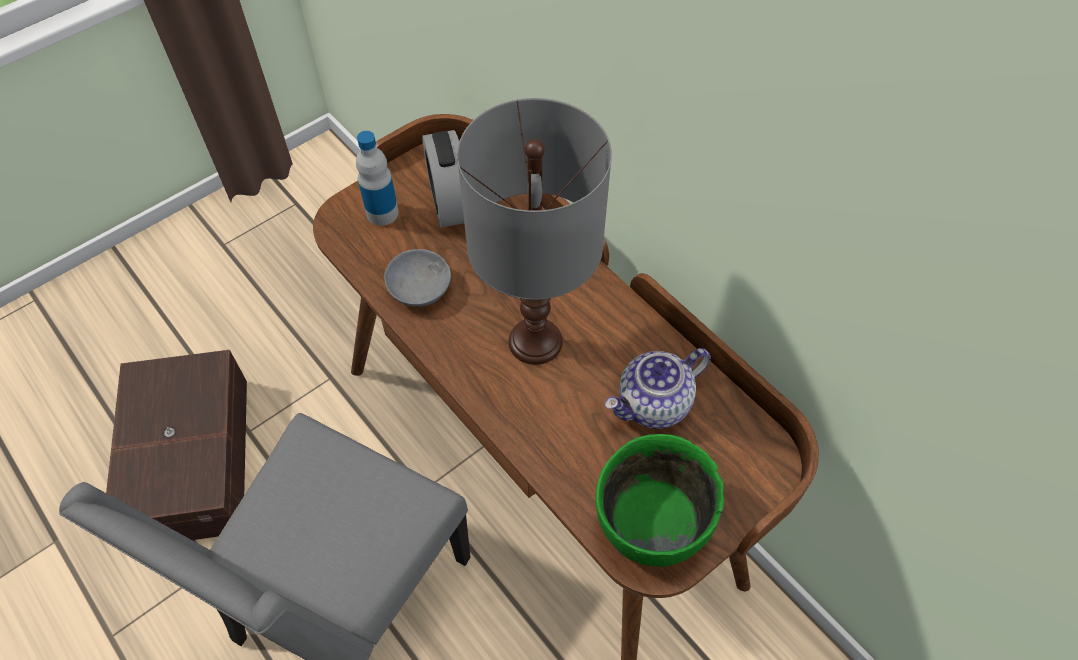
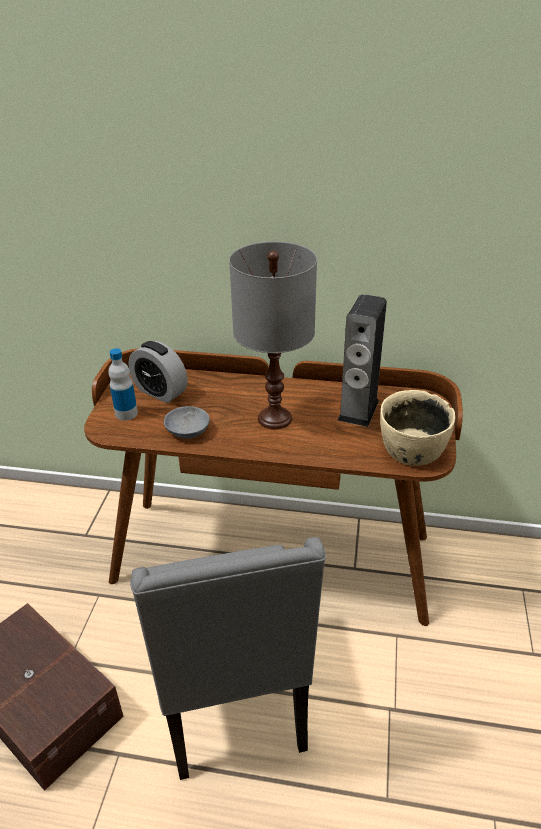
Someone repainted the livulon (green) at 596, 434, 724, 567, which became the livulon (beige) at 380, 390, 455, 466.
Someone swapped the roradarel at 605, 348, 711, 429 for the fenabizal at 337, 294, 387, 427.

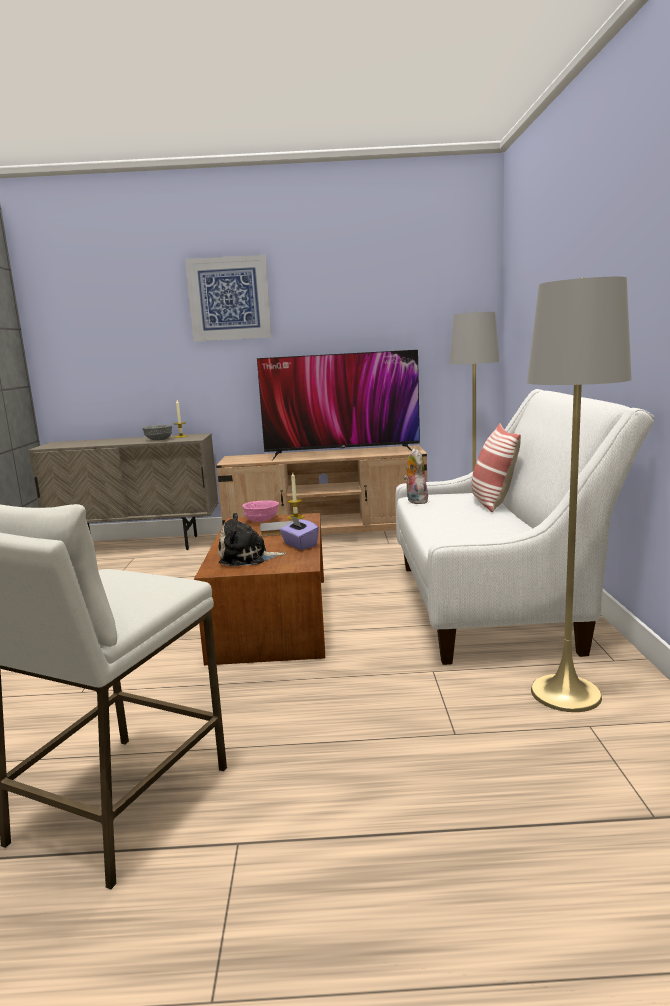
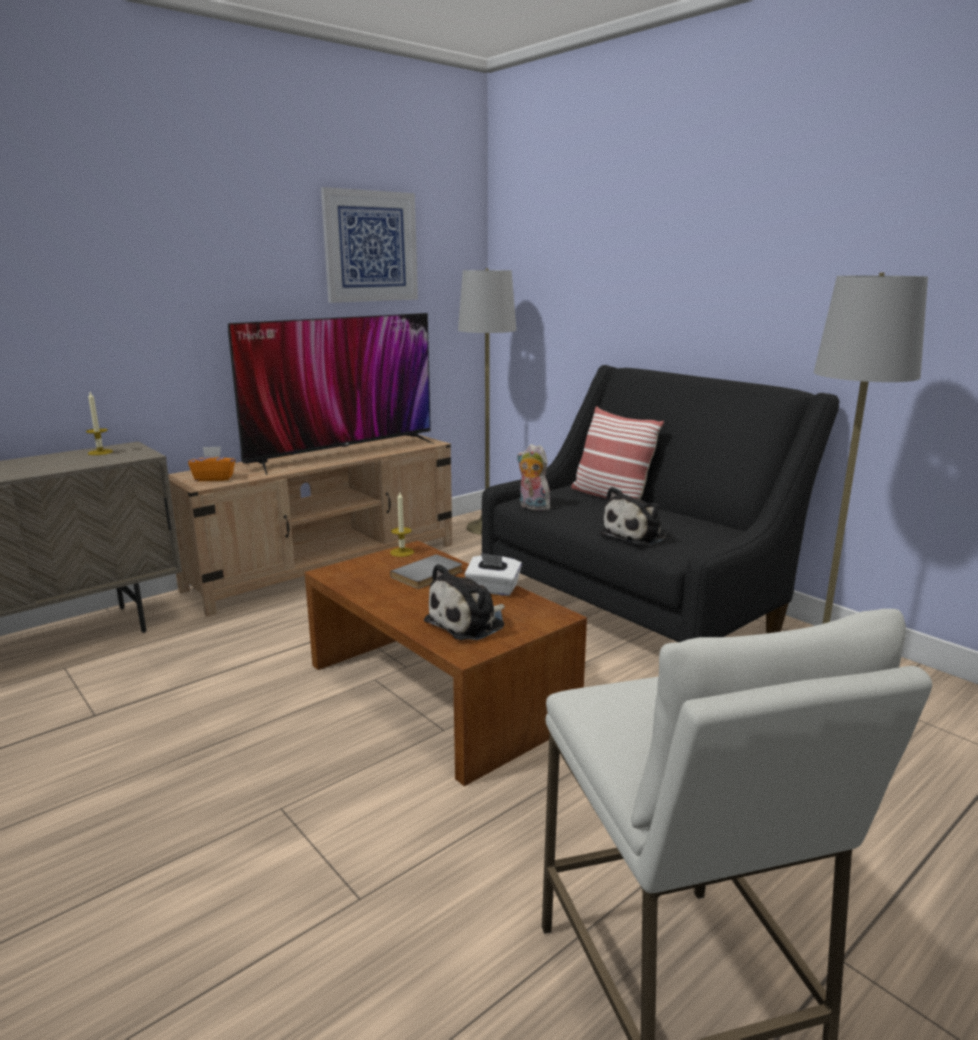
Someone took away the livulon (grey) at 142, 425, 172, 440.
Someone carried the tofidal from 185, 255, 272, 342 to 321, 187, 418, 303.
Someone took away the livulon (pink) at 243, 500, 279, 522.
Someone repainted the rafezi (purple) at 280, 516, 319, 550, which became the rafezi (white) at 465, 553, 522, 596.
Someone repainted the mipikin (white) at 395, 389, 654, 665, which became the mipikin (black) at 482, 365, 840, 642.
Someone put down the rafezi (orange) at 188, 446, 235, 481.
Someone put down the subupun at 599, 487, 666, 545.

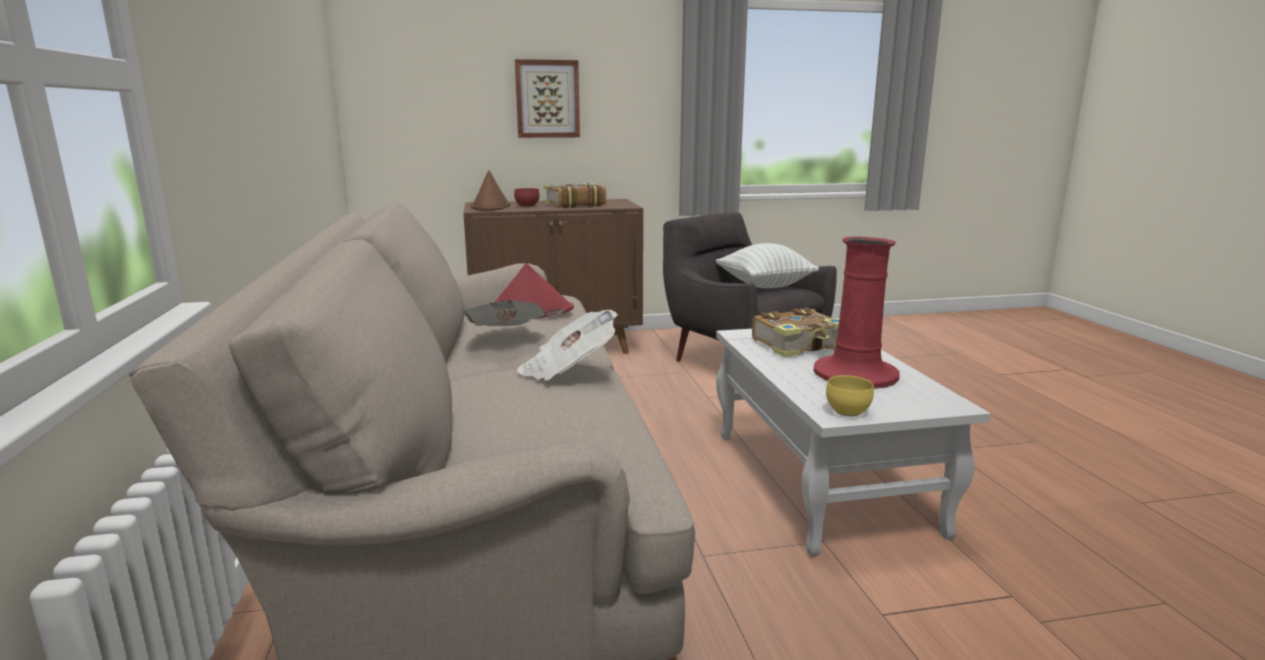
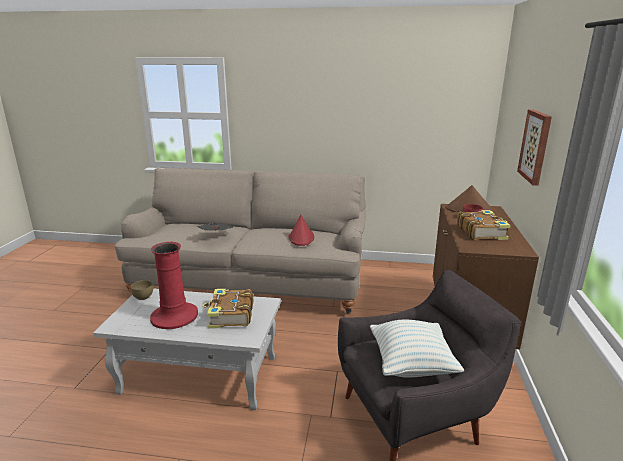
Someone took away the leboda at 461, 300, 546, 326.
Someone repainted the livulon (yellow) at 826, 375, 874, 416, which became the livulon (brown) at 131, 280, 153, 300.

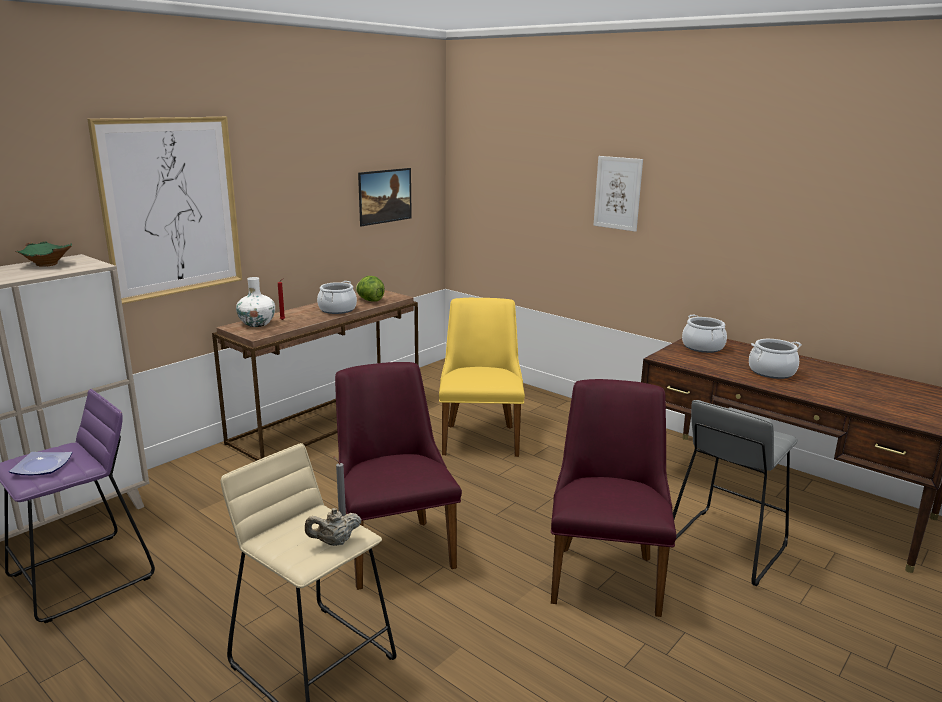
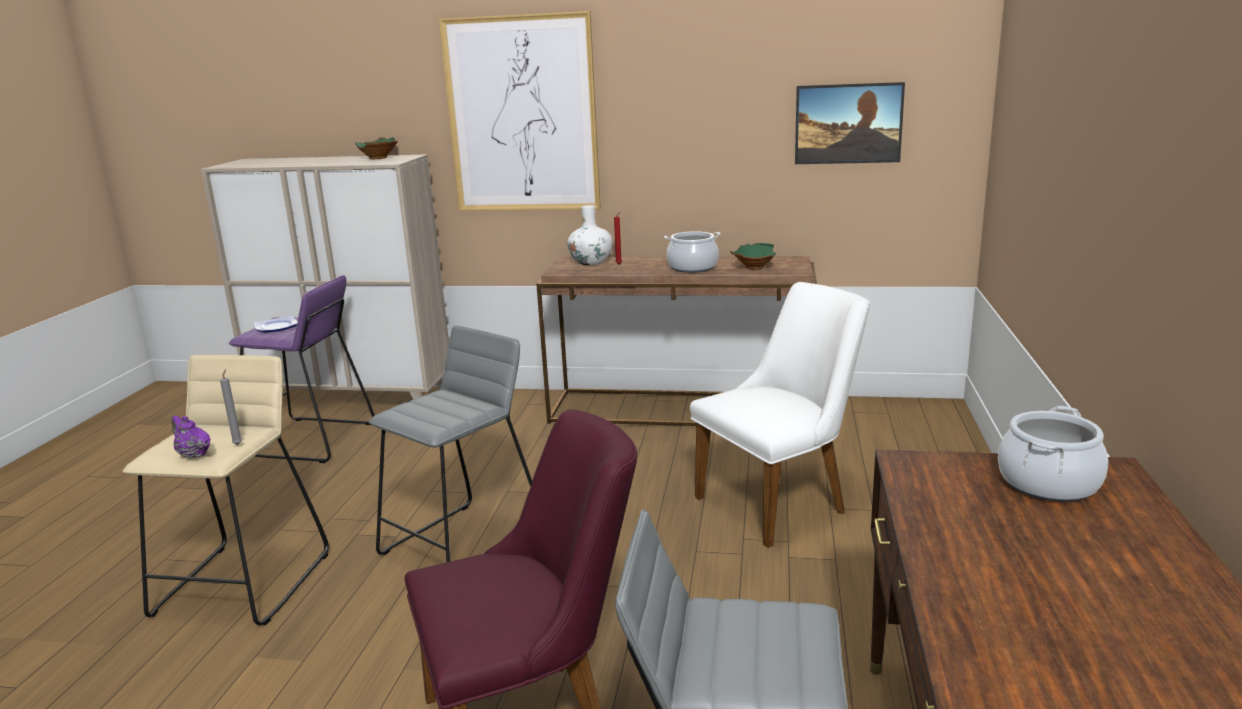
Someone repainted the roradarel (beige) at 305, 508, 362, 546, which became the roradarel (purple) at 171, 416, 211, 459.
Someone swapped the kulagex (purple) at 335, 362, 462, 590 for the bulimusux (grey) at 368, 325, 532, 563.
Someone swapped the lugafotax at 356, 276, 385, 302 for the livulon (green) at 730, 243, 776, 269.
Someone repainted the kulagex (yellow) at 439, 298, 525, 457, which became the kulagex (white) at 690, 282, 870, 548.
Someone took away the tofidal at 593, 156, 643, 232.
Someone took away the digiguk at 749, 339, 802, 379.

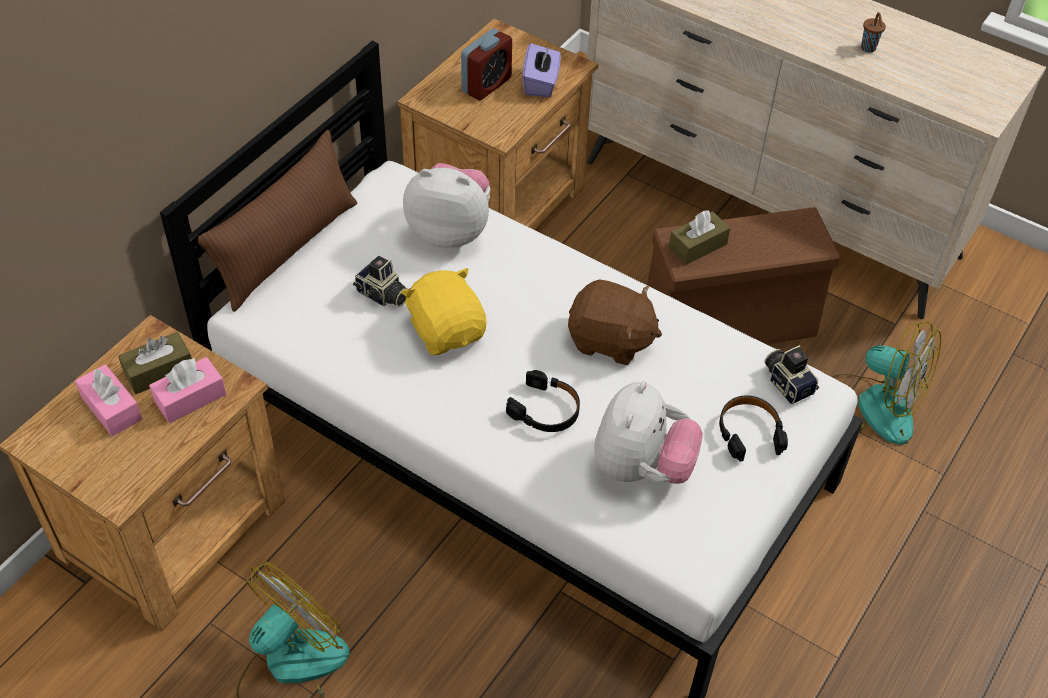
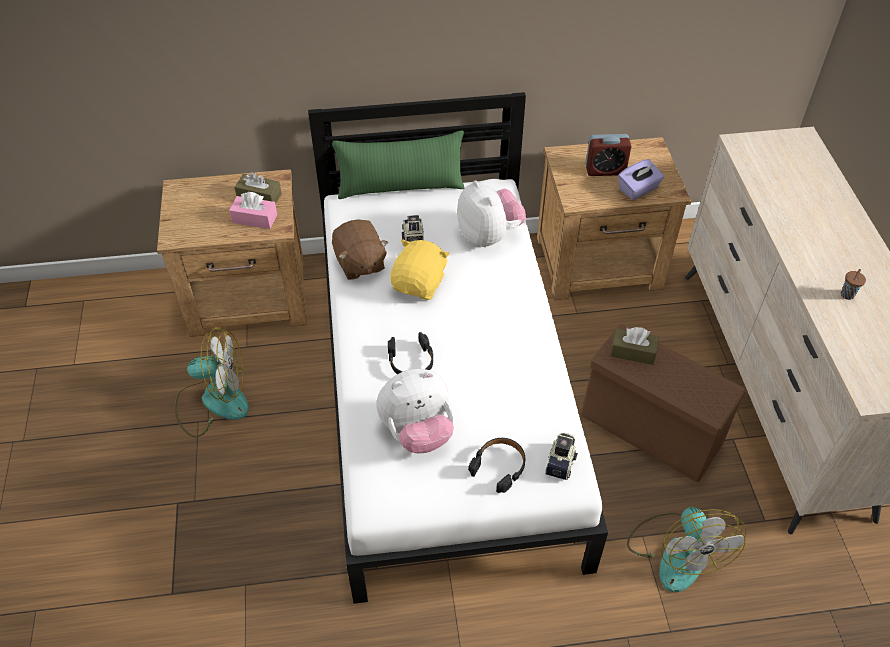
Someone took away the rafezi (pink) at 75, 364, 142, 436.
Someone repainted the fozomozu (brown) at 198, 130, 357, 312, which became the fozomozu (green) at 332, 131, 464, 199.
Someone carried the subupun (brown) from 568, 279, 662, 365 to 332, 220, 388, 280.

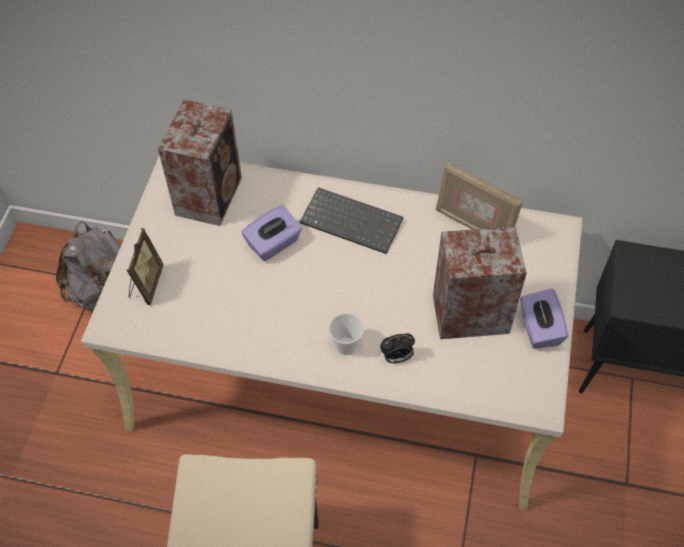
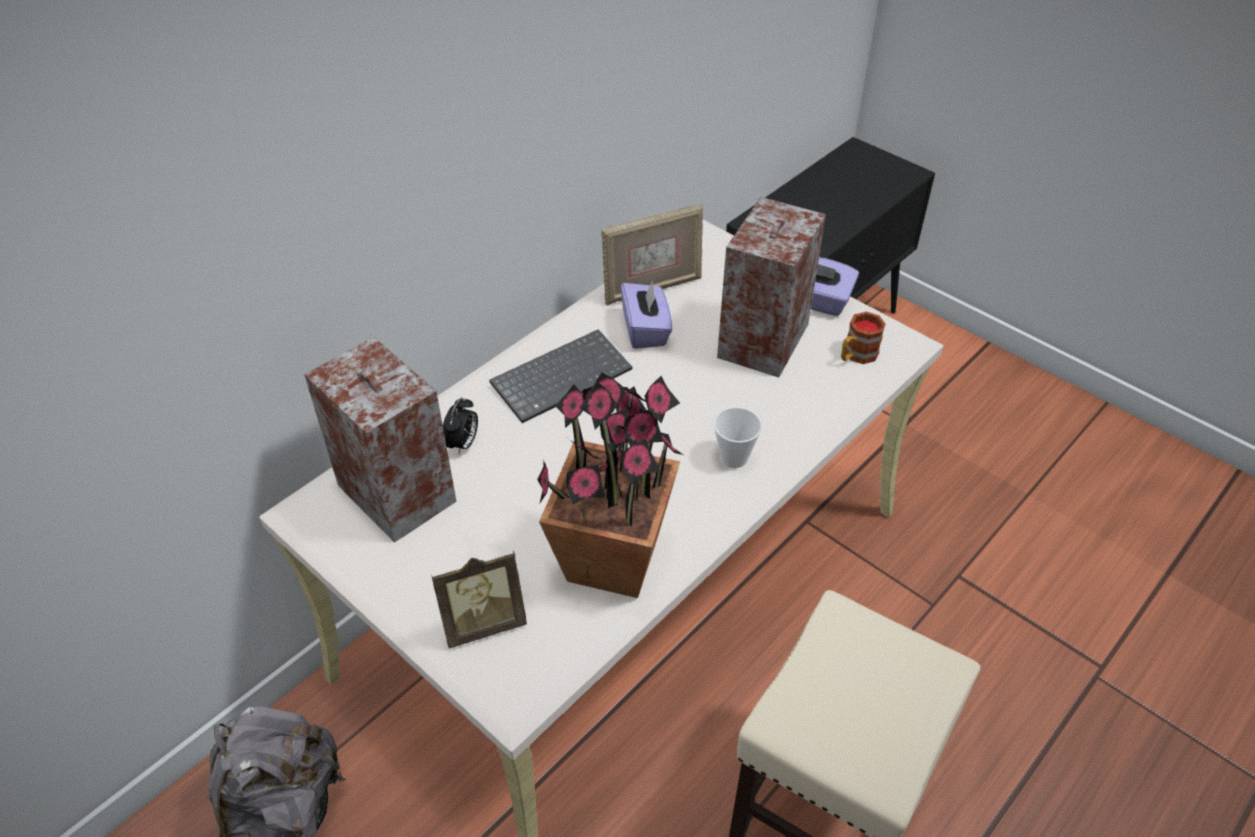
Someone rotated the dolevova at 127, 228, 164, 305 by 120 degrees clockwise.
Someone carried the rafezi (purple) from 242, 205, 302, 261 to 621, 280, 672, 349.
Someone carried the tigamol from 380, 333, 415, 363 to 443, 397, 478, 454.
Someone put down the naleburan at 537, 373, 683, 598.
Someone put down the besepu at 841, 312, 886, 364.

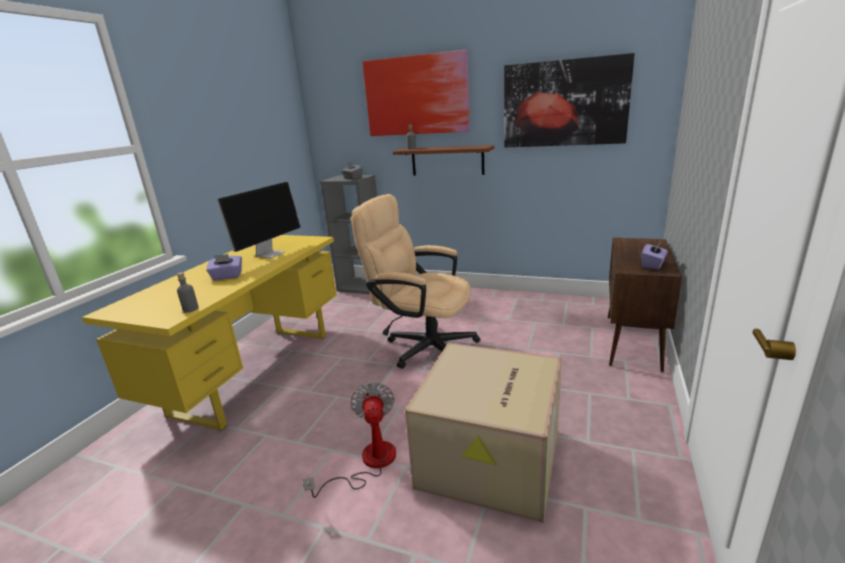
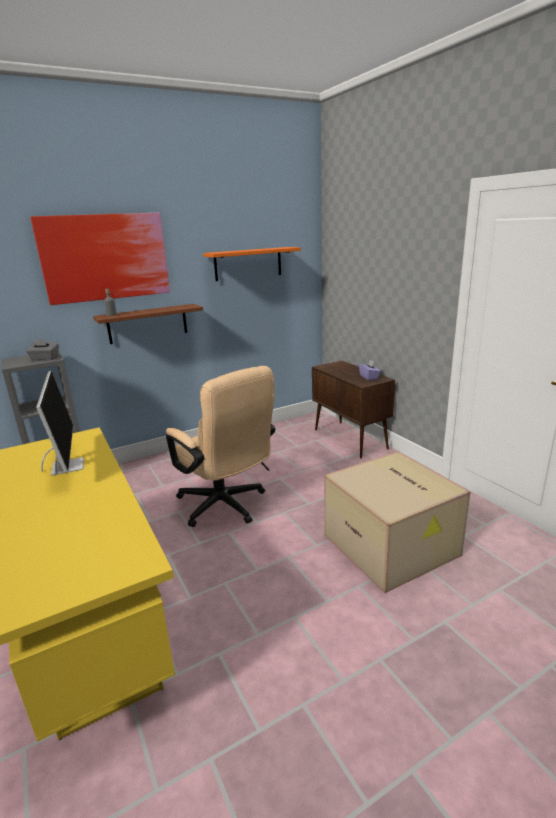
Someone took away the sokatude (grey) at 177, 272, 199, 312.
Someone took away the rafezi (purple) at 206, 254, 242, 280.
Someone took away the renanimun at 302, 382, 396, 498.
Someone rotated the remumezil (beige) at 351, 194, 480, 369 by 105 degrees counterclockwise.
Someone swapped the tofidal at 504, 53, 635, 147 for the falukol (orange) at 203, 247, 301, 281.

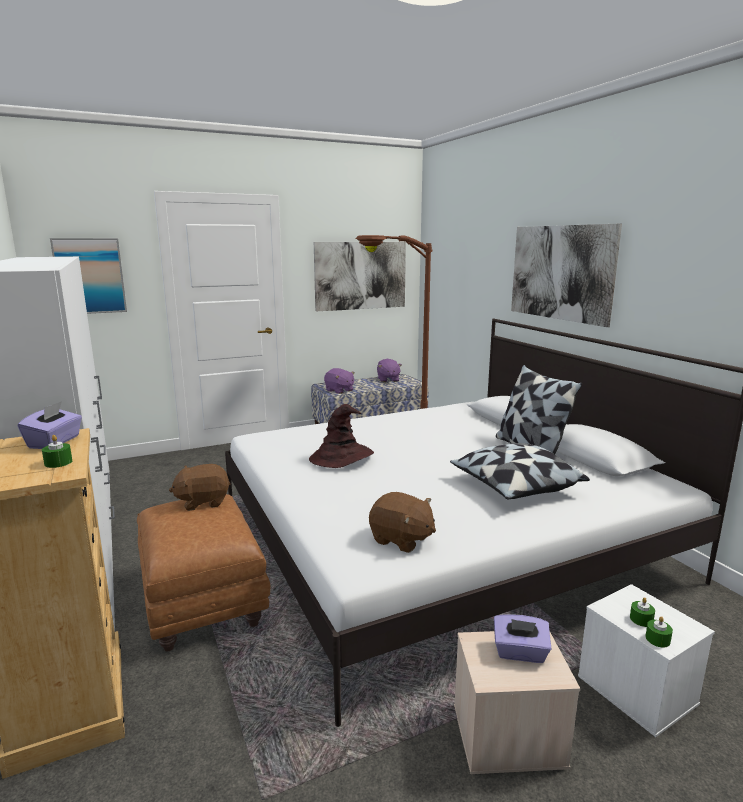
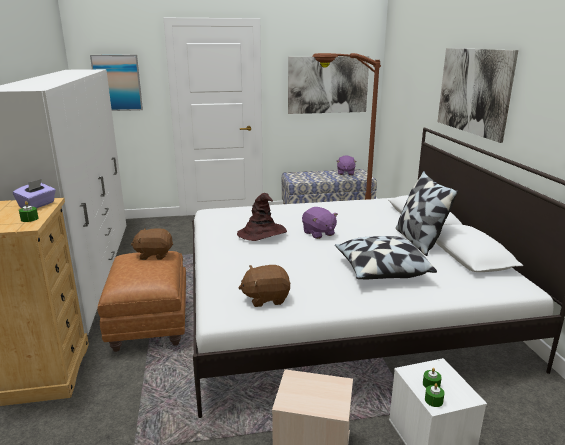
Someone carried the subupun (purple) from 324, 368, 355, 394 to 302, 207, 338, 239.
Someone rotated the subupun (brown) at 369, 492, 436, 553 by 120 degrees clockwise.
Someone took away the rafezi (purple) at 494, 614, 552, 663.

